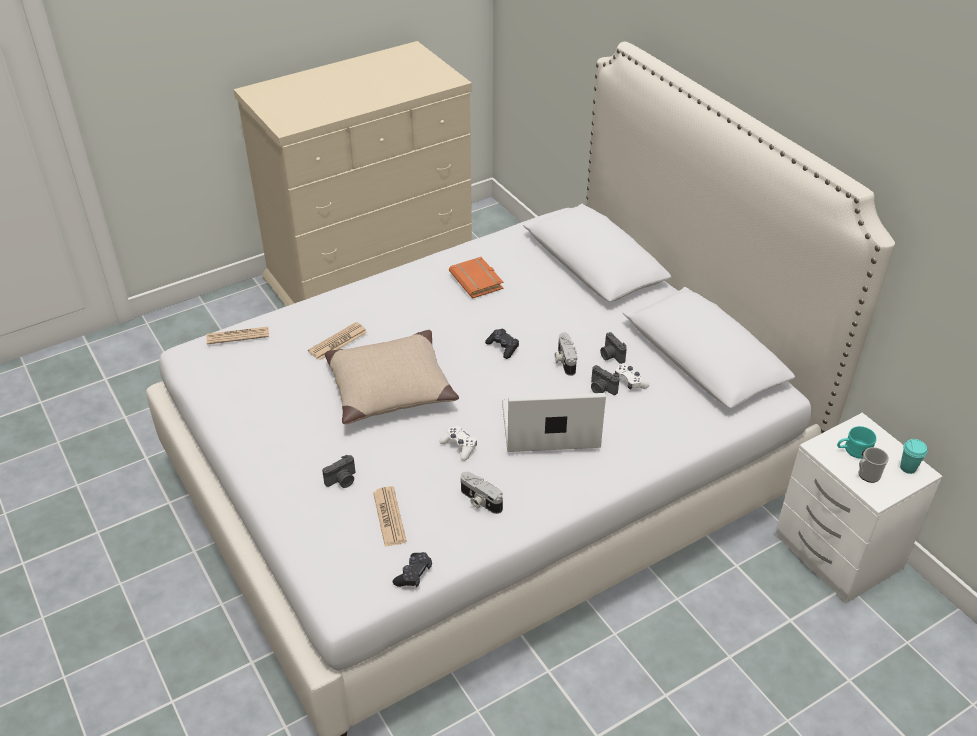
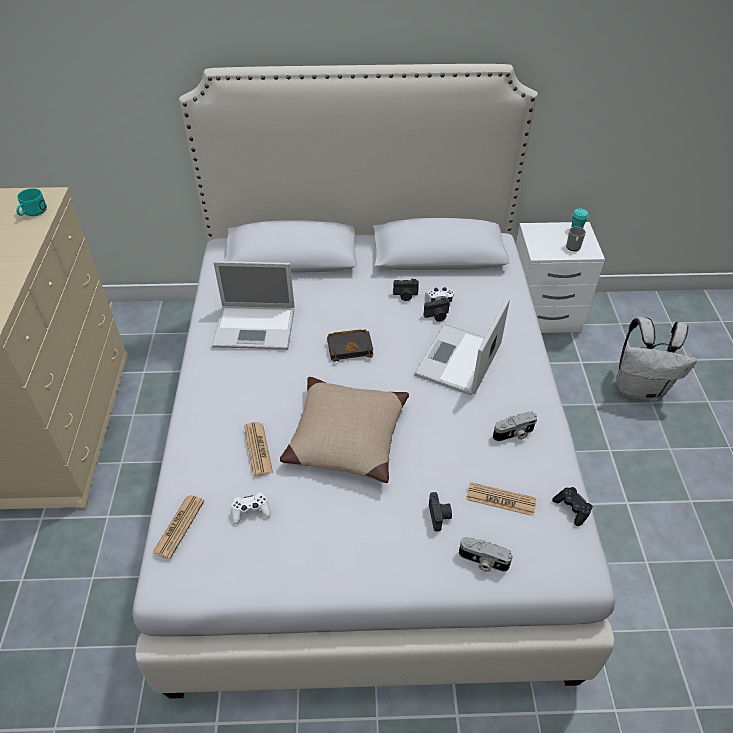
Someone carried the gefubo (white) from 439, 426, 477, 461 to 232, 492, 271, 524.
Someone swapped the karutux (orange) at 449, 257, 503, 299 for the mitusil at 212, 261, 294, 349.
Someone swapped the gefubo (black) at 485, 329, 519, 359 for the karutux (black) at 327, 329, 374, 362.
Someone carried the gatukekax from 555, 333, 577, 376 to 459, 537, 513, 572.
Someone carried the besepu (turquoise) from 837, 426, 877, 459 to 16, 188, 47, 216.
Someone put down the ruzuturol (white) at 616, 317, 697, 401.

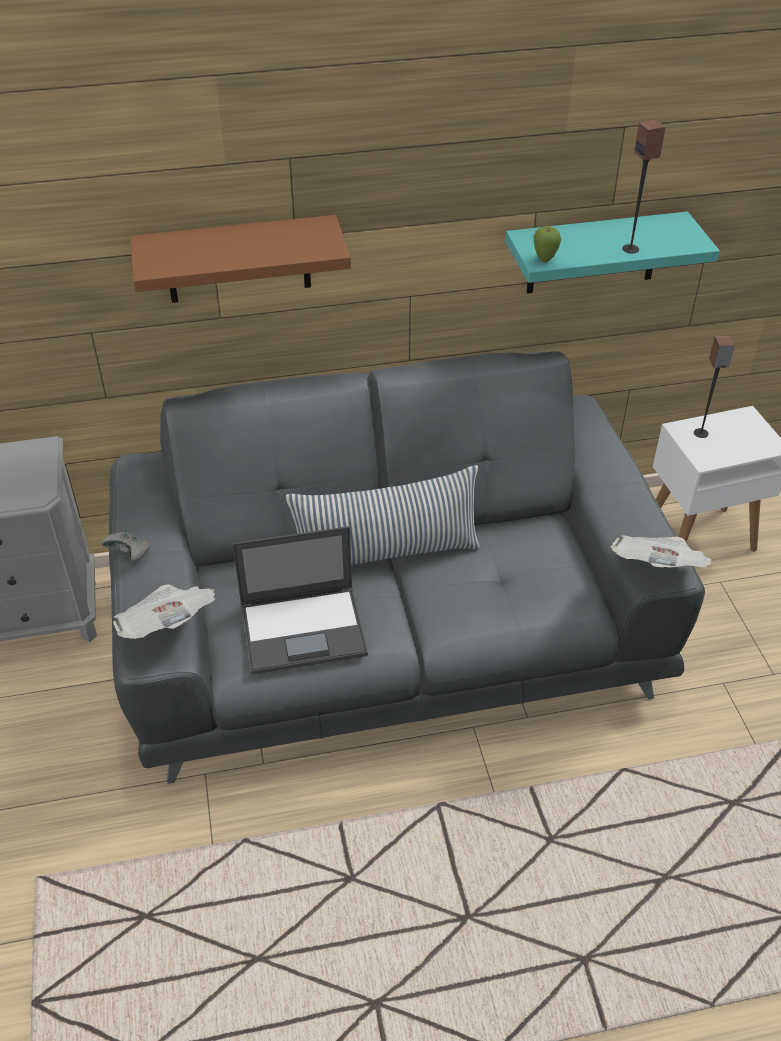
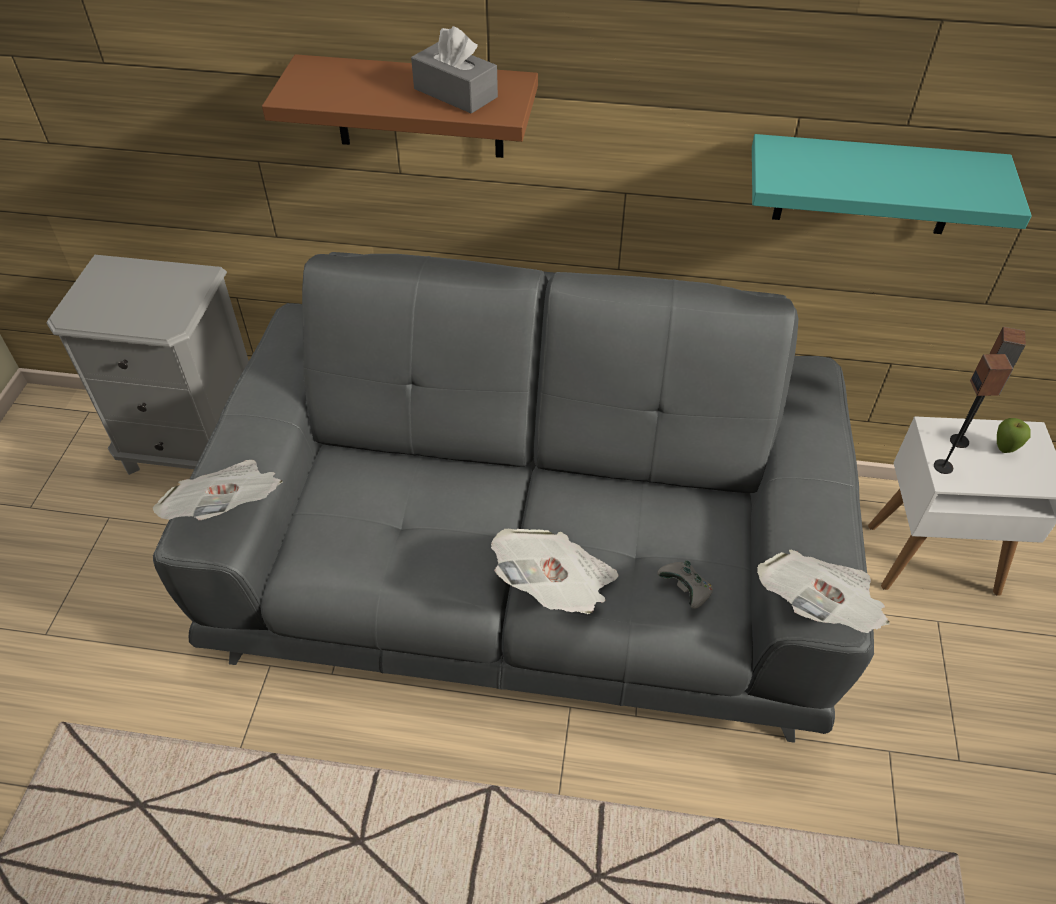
Someone carried the gefubo (grey) from 101, 529, 150, 561 to 657, 560, 713, 609.
Someone took away the mitusil at 232, 526, 368, 675.
Someone took away the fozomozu at 285, 465, 480, 565.
Someone carried the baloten from 533, 226, 561, 262 to 997, 418, 1030, 453.
Someone carried the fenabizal from 622, 120, 666, 254 to 934, 354, 1013, 474.
Someone put down the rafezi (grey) at 411, 26, 498, 114.
Someone put down the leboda at 491, 529, 619, 614.

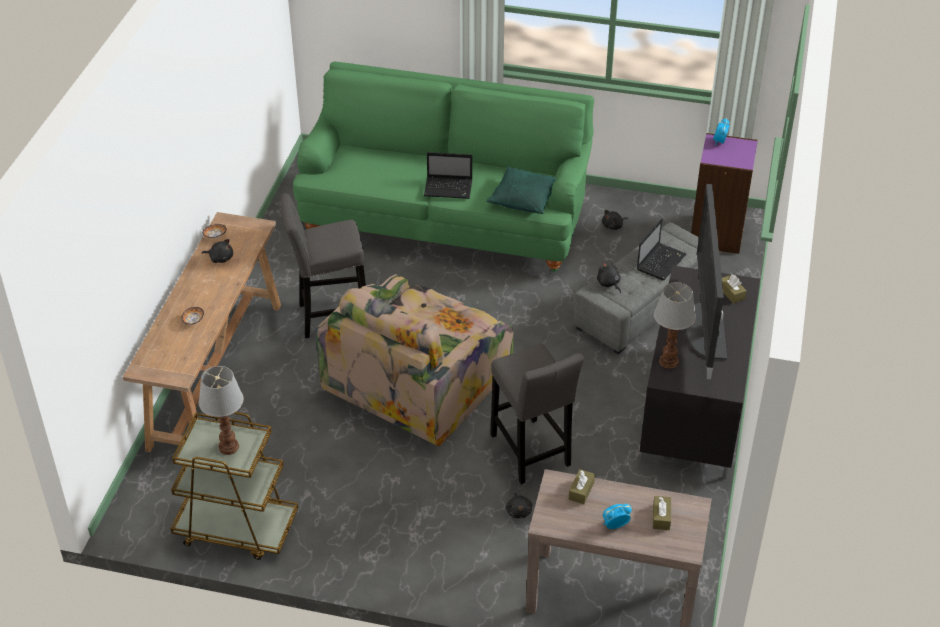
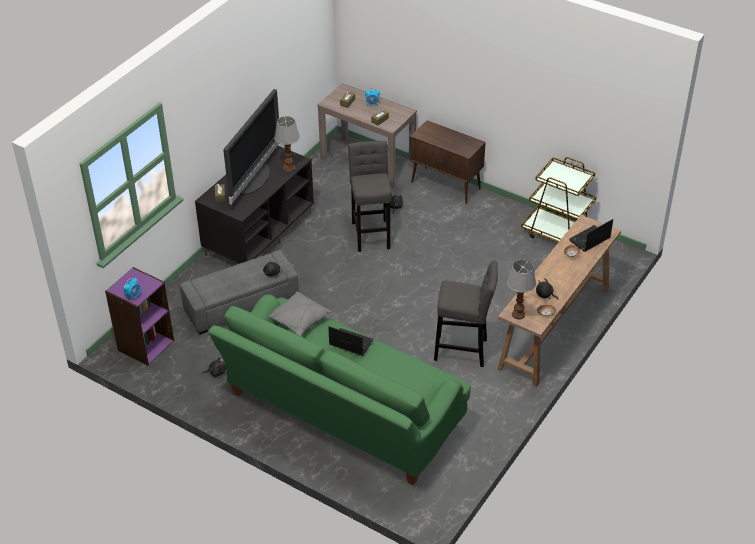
Someone carried the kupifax from 199, 366, 244, 455 to 507, 260, 536, 320.
Someone took away the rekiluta at 315, 274, 514, 446.
Someone repainted the fozomozu (green) at 486, 166, 556, 214, which became the fozomozu (grey) at 269, 292, 332, 336.
Someone carried the mitusil from 637, 219, 686, 280 to 569, 219, 613, 252.
Someone put down the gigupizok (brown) at 410, 120, 486, 204.

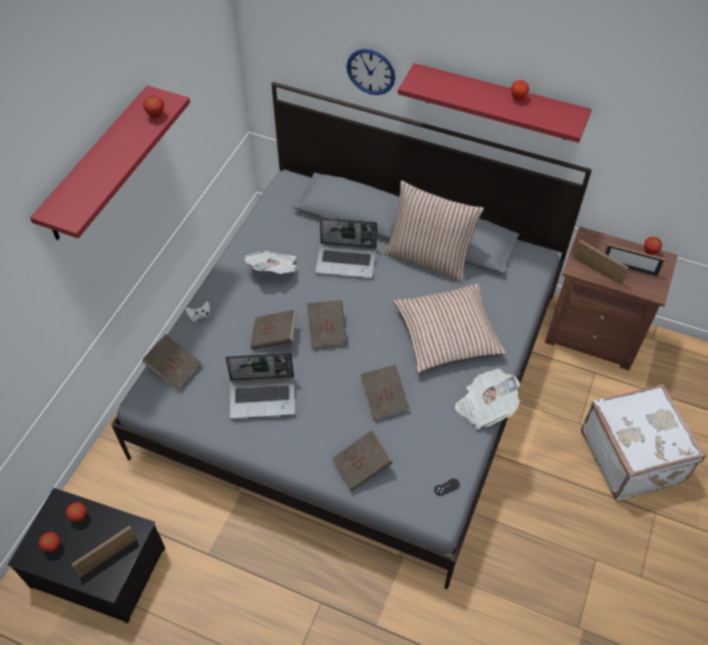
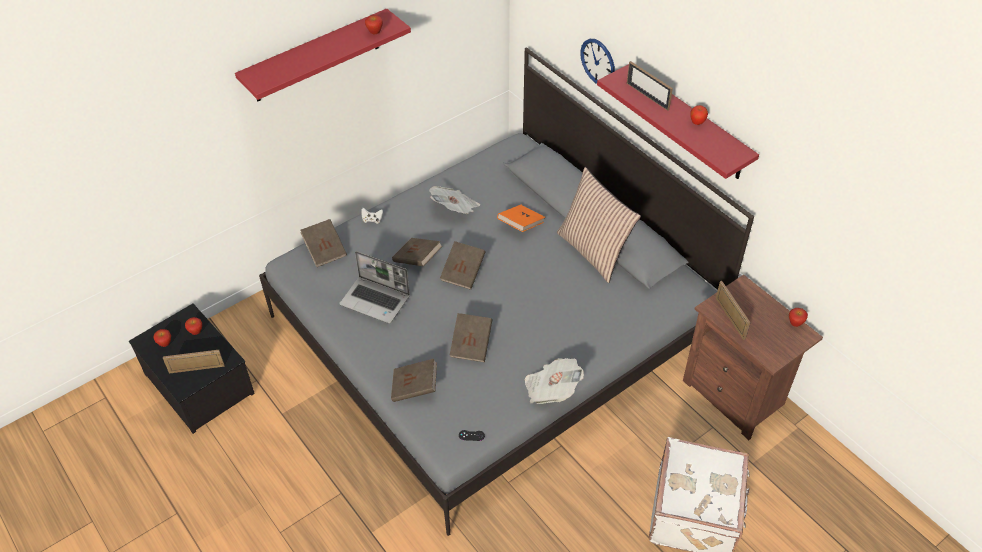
Someone swapped the mitusil at 315, 217, 377, 278 for the karutux (orange) at 497, 205, 545, 232.
Someone took away the fozomozu at 393, 284, 507, 373.
Someone carried the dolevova from 605, 243, 665, 277 to 627, 61, 673, 111.

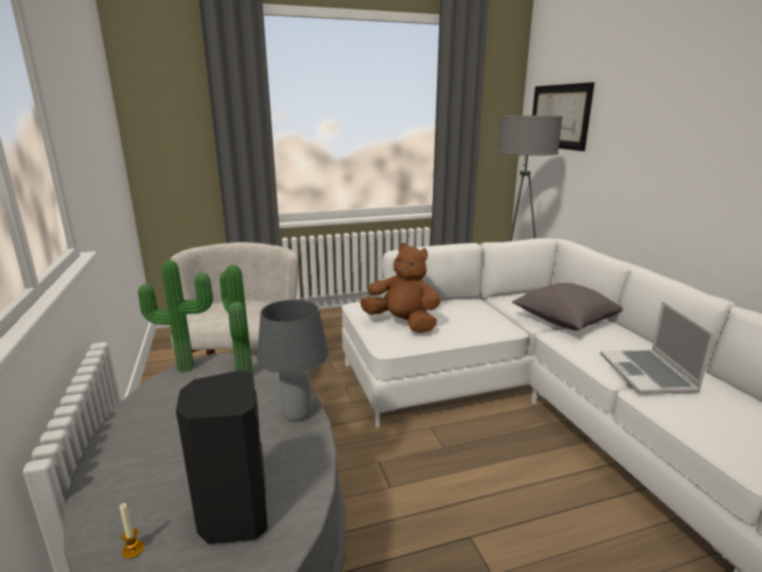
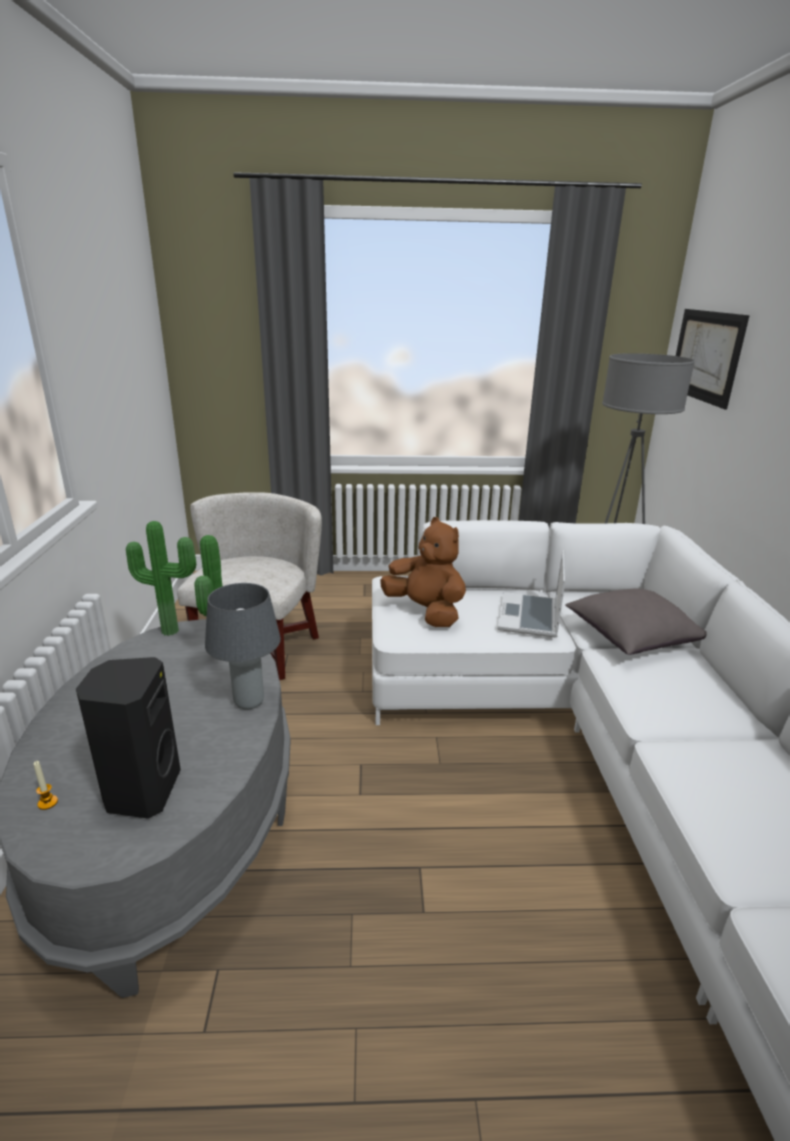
Someone carried the mitusil from 600, 301, 715, 394 to 497, 550, 565, 637.

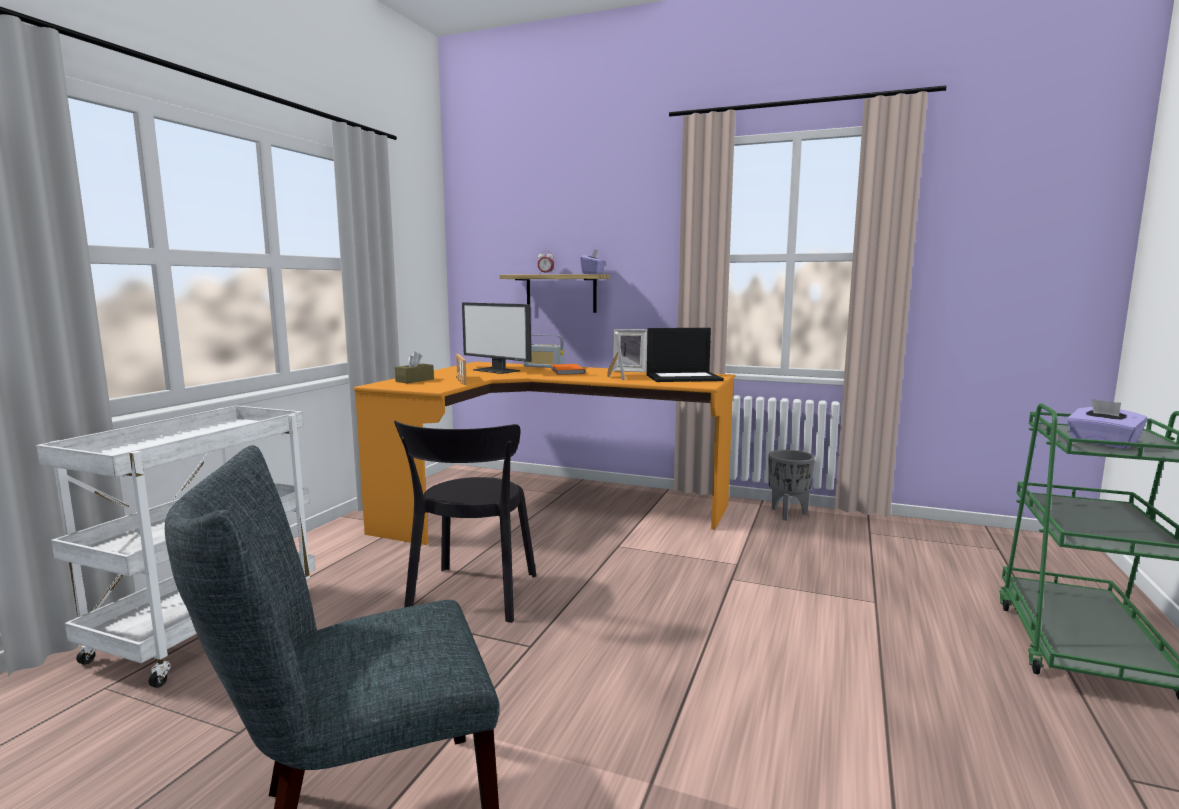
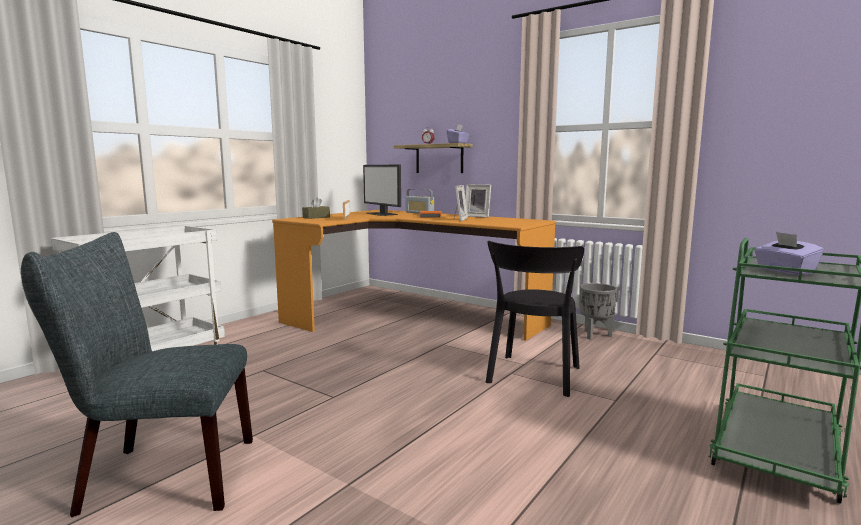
Someone carried the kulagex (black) from 394, 421, 536, 623 to 486, 241, 584, 397.
Someone took away the mitusil at 647, 328, 724, 382.

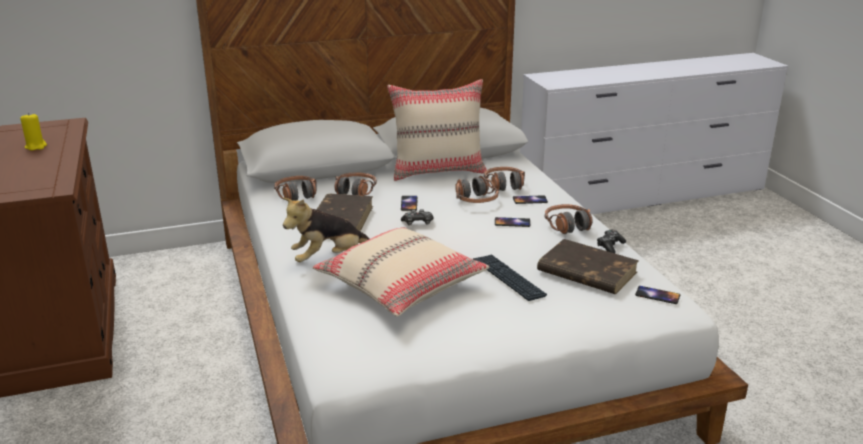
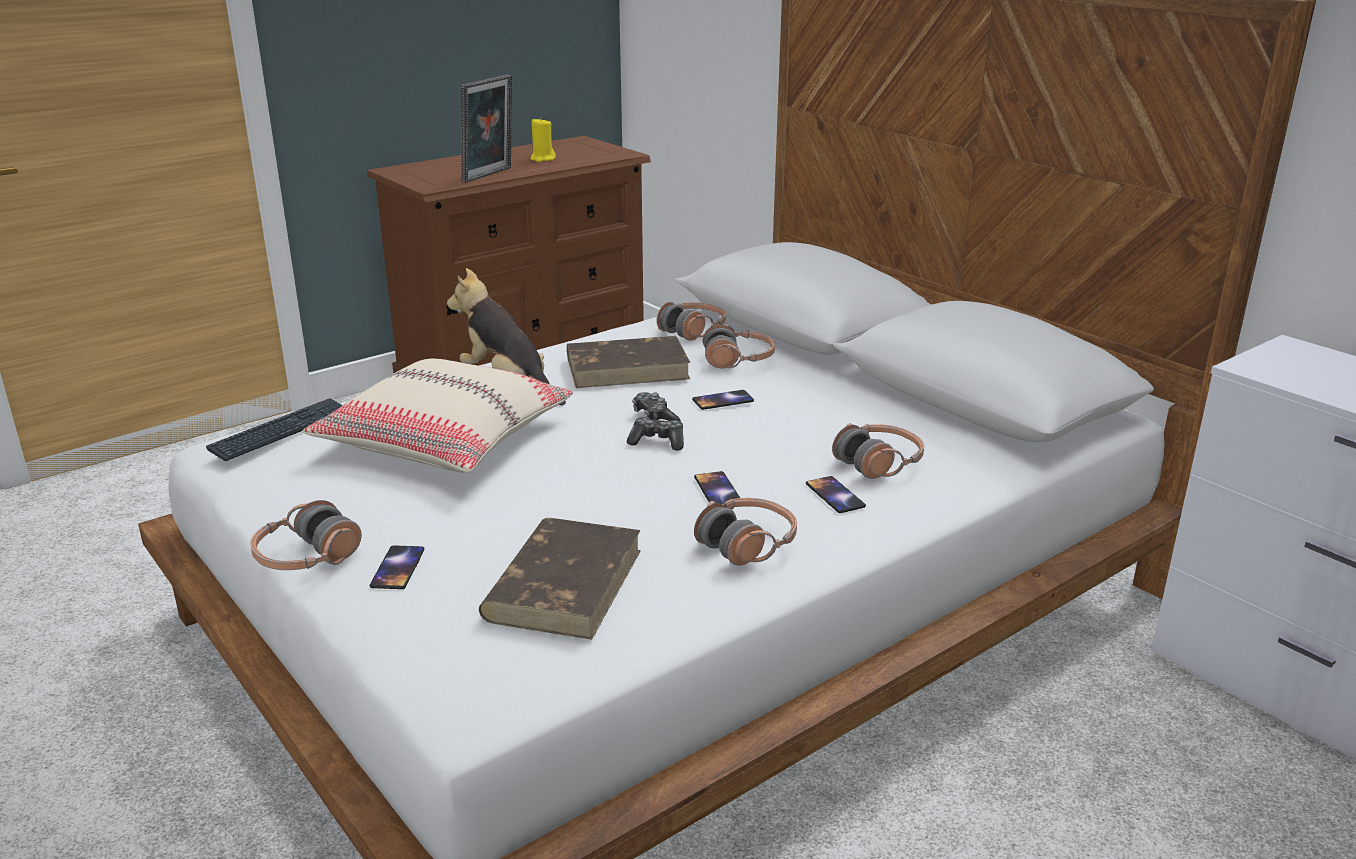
Someone took away the fozomozu (beige) at 387, 79, 487, 181.
Someone carried the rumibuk from 455, 176, 499, 203 to 250, 500, 362, 570.
Someone carried the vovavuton from 473, 255, 547, 301 to 206, 398, 343, 461.
Someone carried the gefubo from 597, 230, 626, 253 to 627, 417, 684, 451.
Someone carried the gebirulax from 635, 286, 680, 304 to 370, 545, 424, 589.
Someone put down the dolevova at 461, 74, 512, 182.

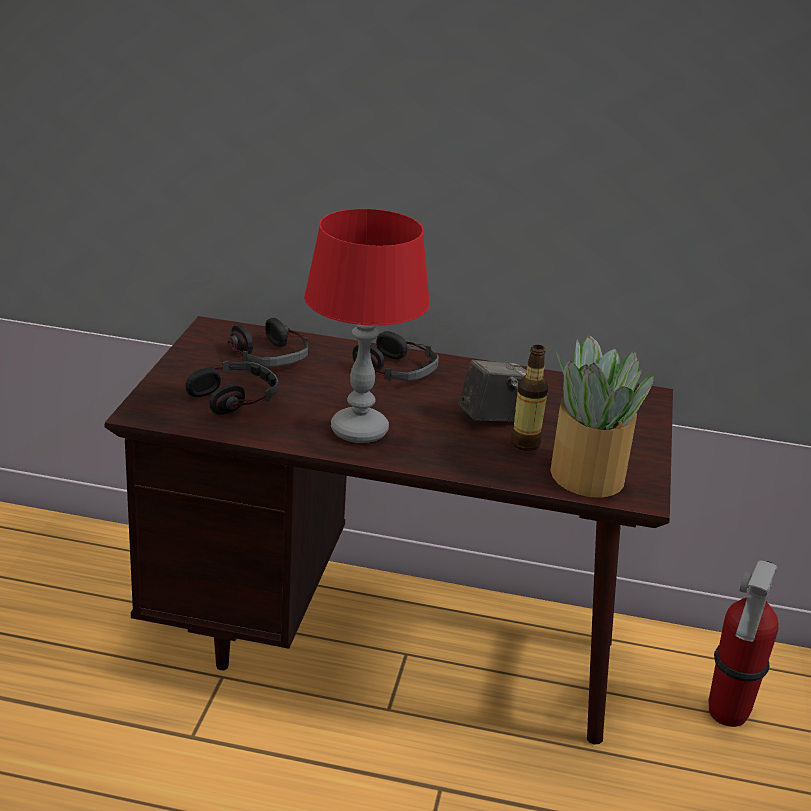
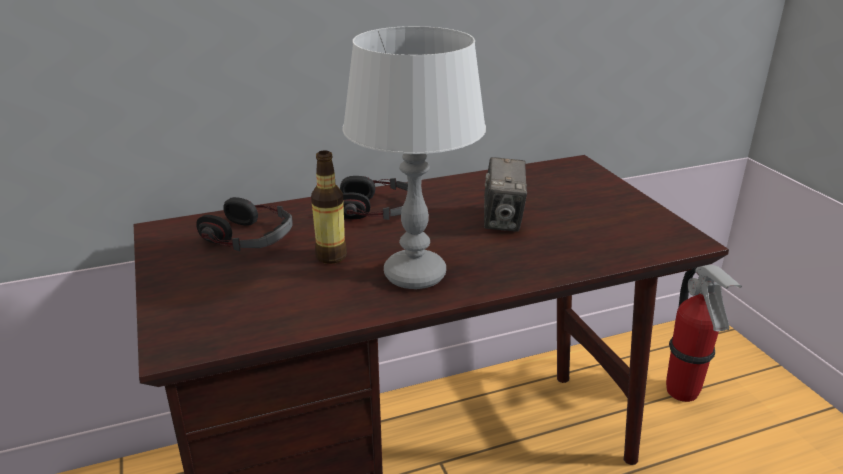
Someone took away the rumibuk at 185, 361, 279, 415.
Someone repainted the kupifax (red) at 304, 209, 430, 443, which became the kupifax (grey) at 343, 26, 486, 289.
Someone rotated the gatukekax at 459, 360, 527, 422 by 150 degrees clockwise.
Someone carried the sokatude from 511, 345, 548, 451 to 311, 150, 347, 264.
Someone took away the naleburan at 550, 336, 654, 498.

